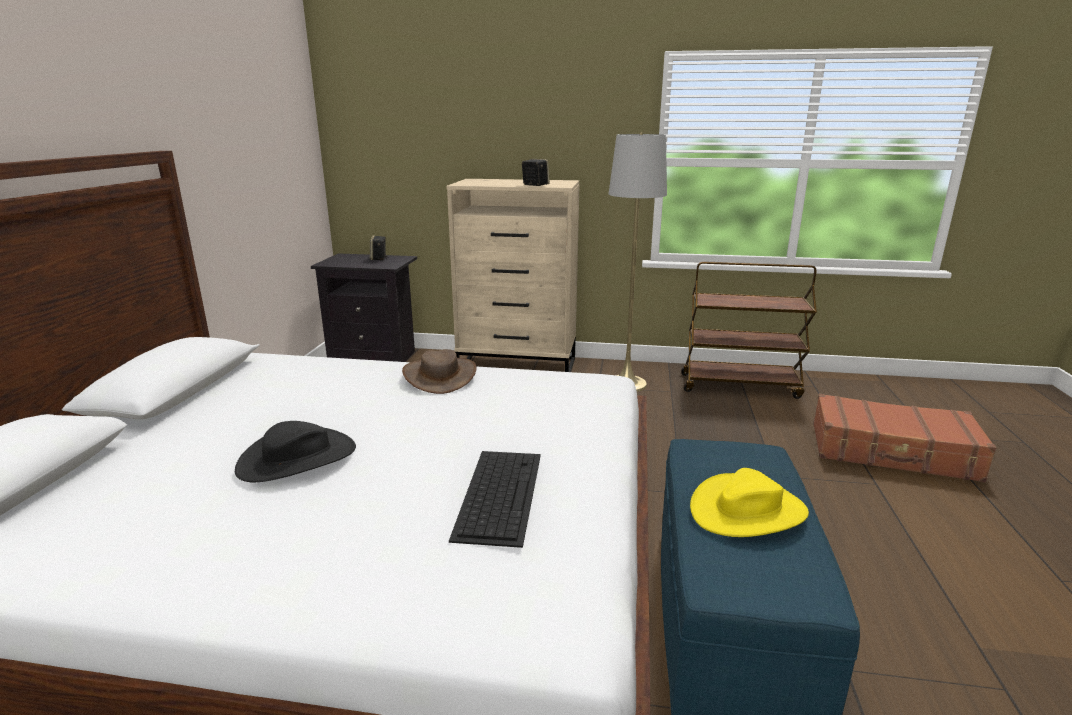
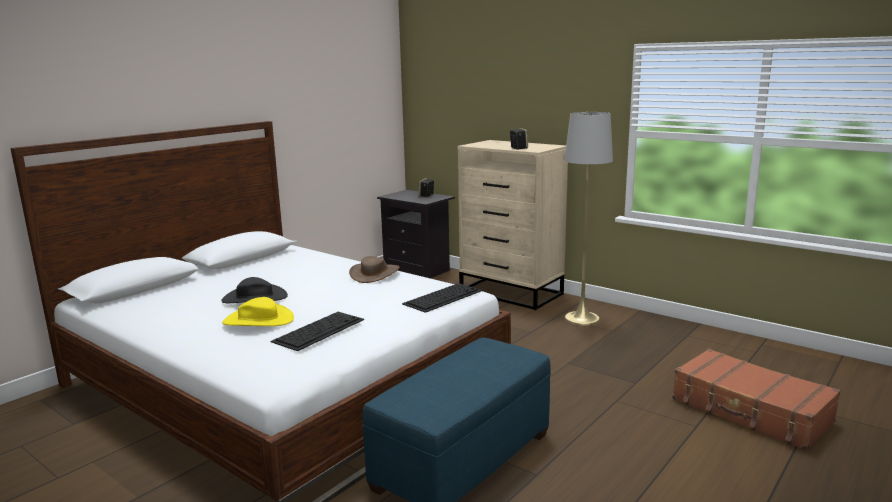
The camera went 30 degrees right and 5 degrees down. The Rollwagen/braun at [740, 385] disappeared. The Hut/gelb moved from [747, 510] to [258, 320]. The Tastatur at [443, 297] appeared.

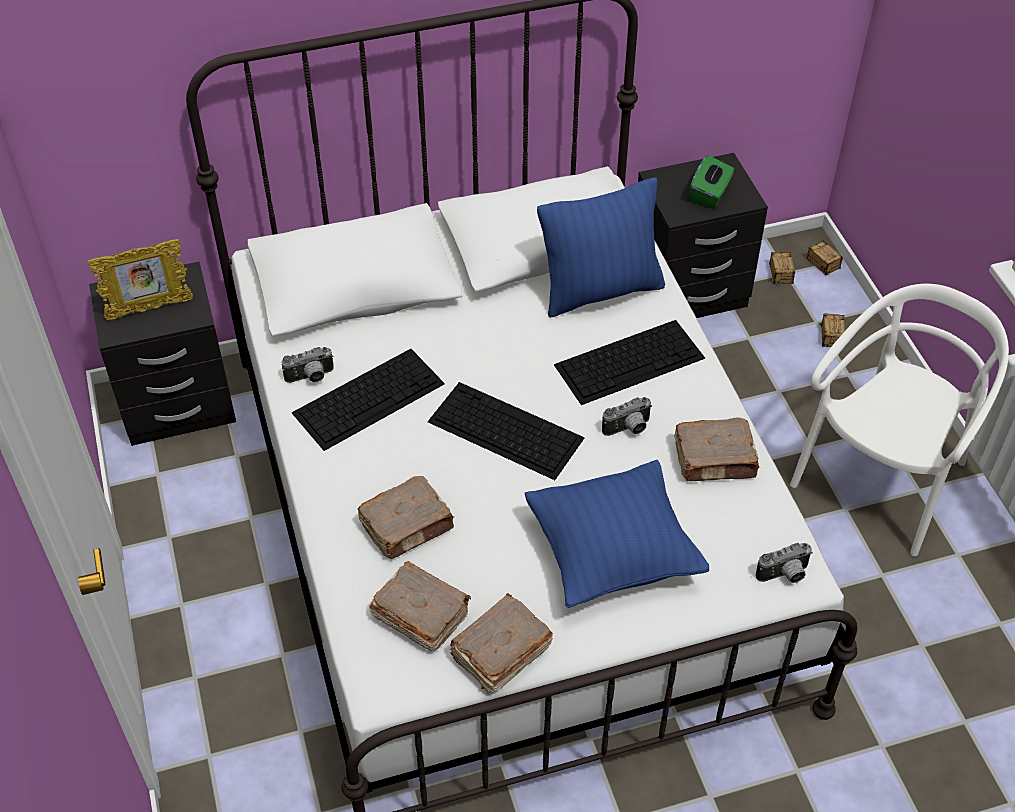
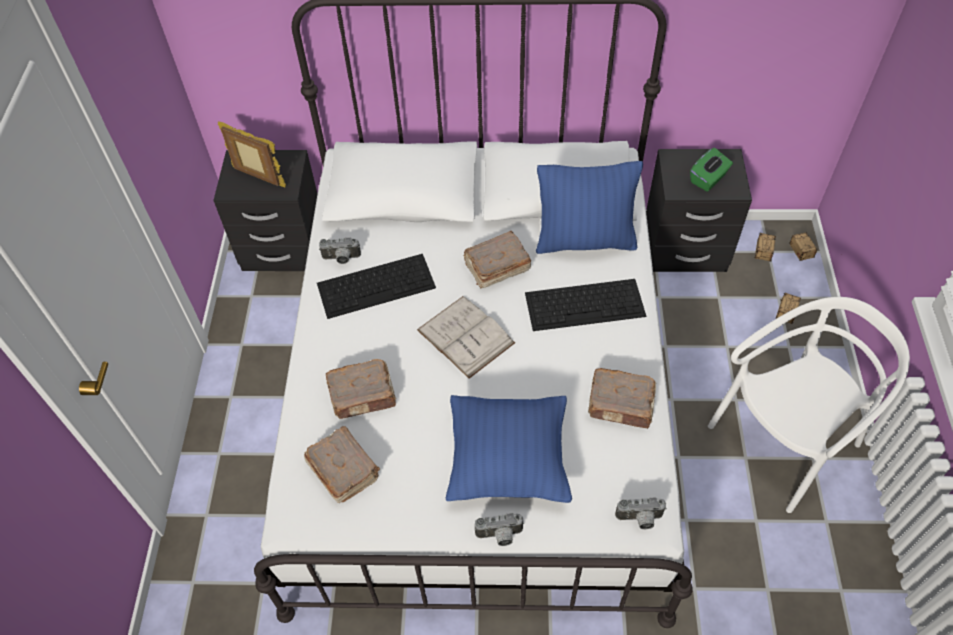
The camera went 20 degrees right and 5 degrees up. The Bilderrahmen at [149, 309] turned 150 degrees counterclockwise. The Tastatur at [504, 430] was replaced by the Buch/weiß at [465, 336]. The Buch/braun moved from [499, 653] to [496, 267]. The Kamera moved from [628, 429] to [500, 536].

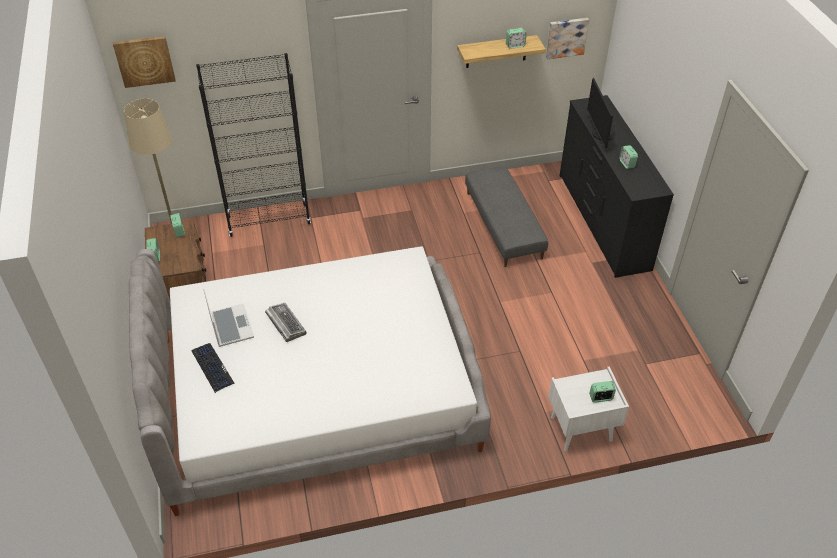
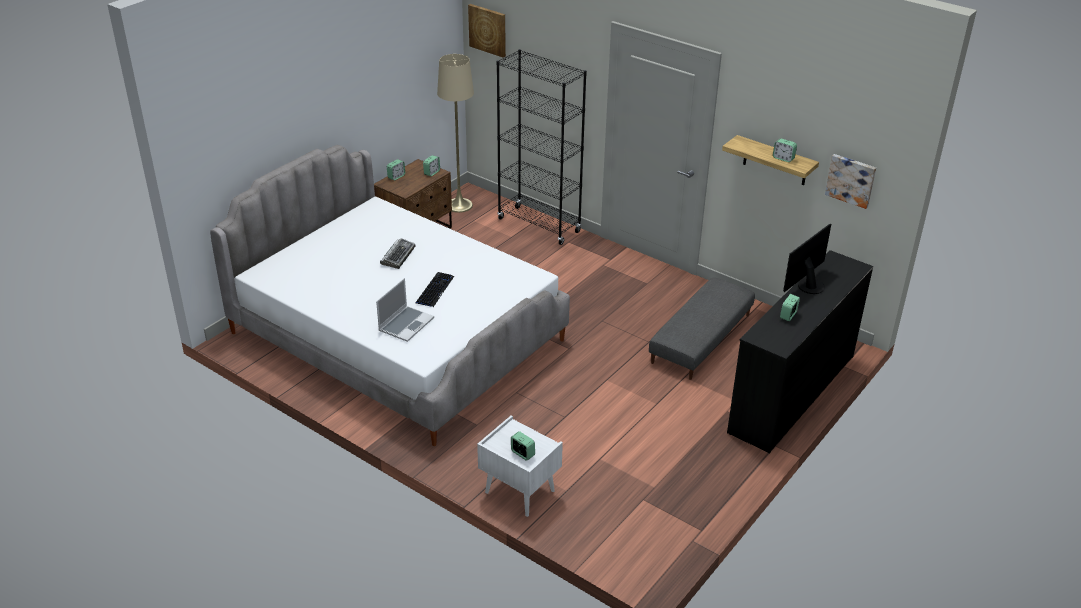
The camera went 50 degrees right and 10 degrees down. The Tastatur moved from [212, 368] to [435, 290]. The Laptop moved from [230, 326] to [406, 324].

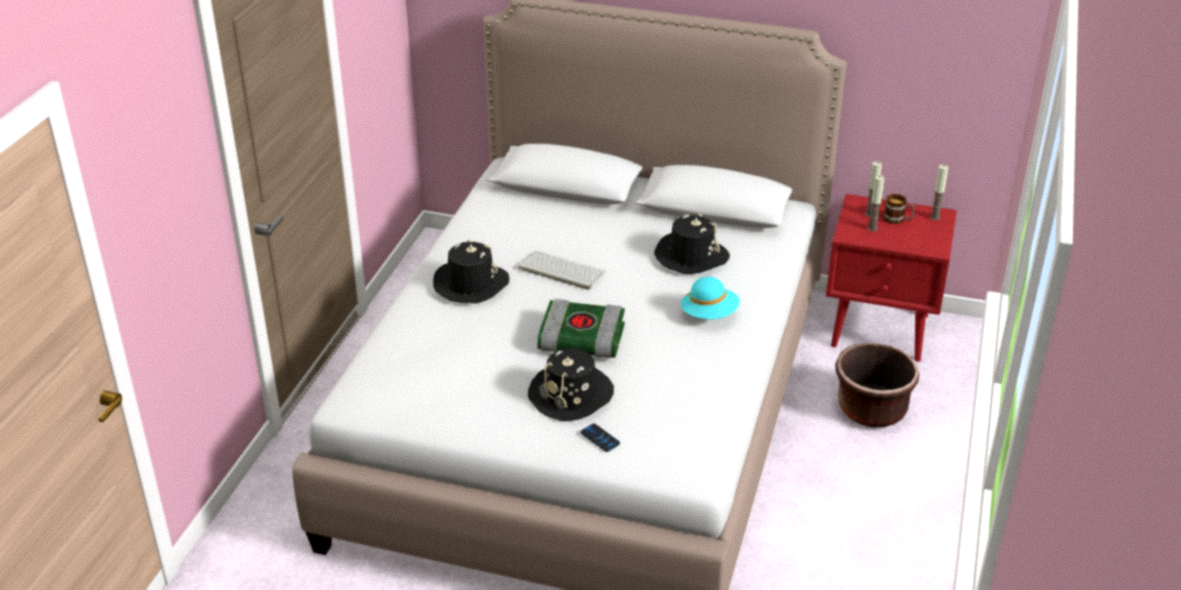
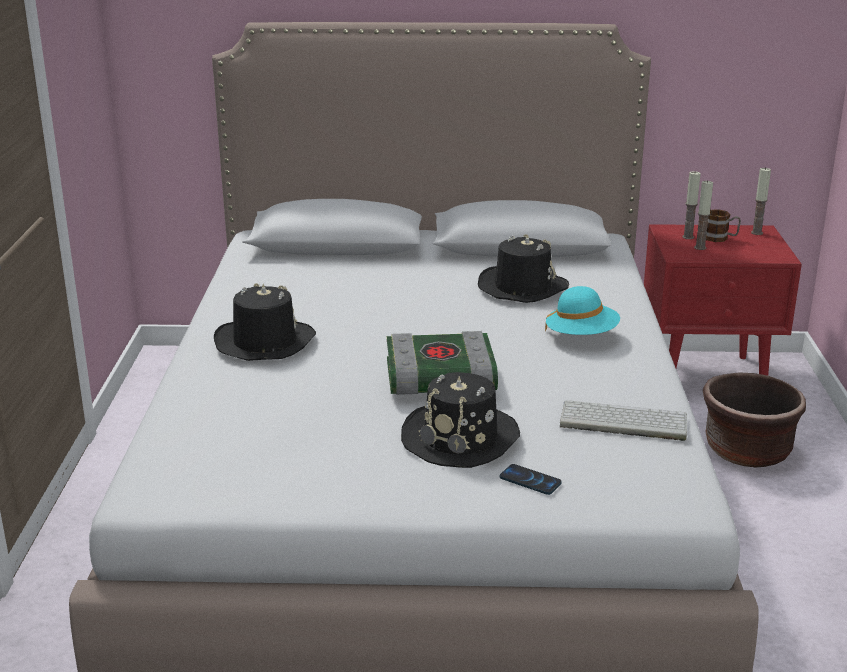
The camera went 15 degrees left and 10 degrees down. The Tastatur moved from [560, 270] to [621, 421].

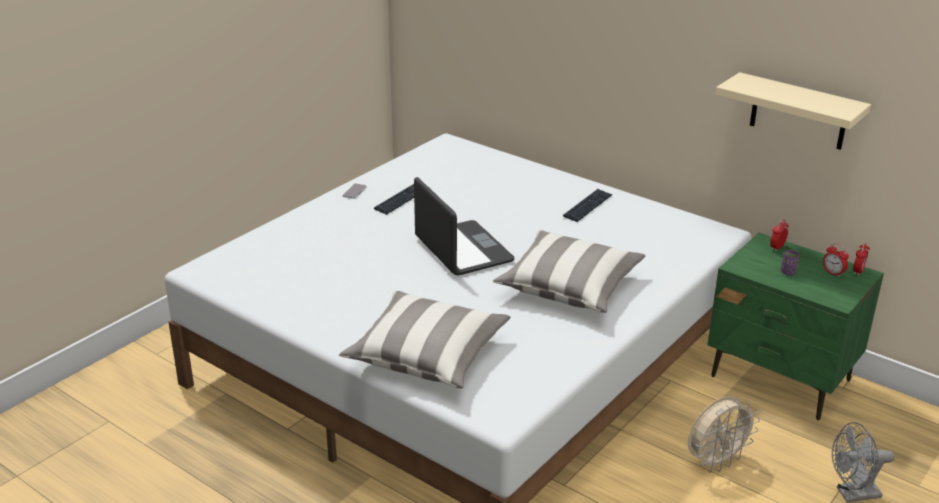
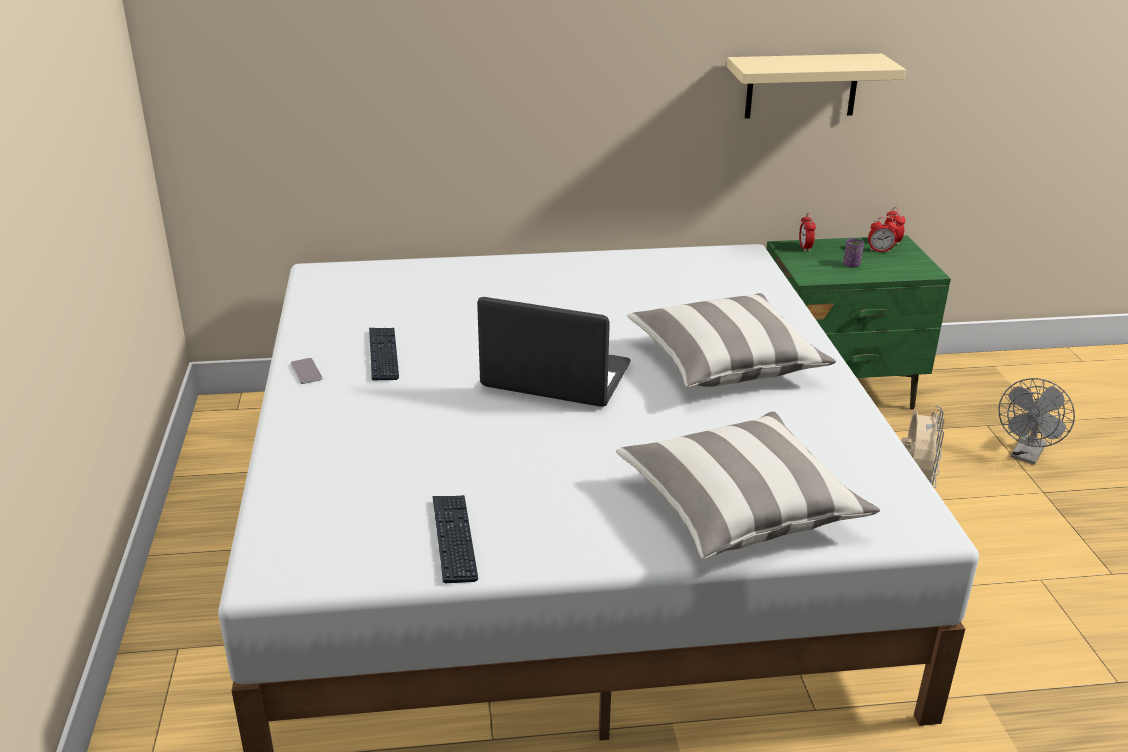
The camera went 45 degrees left and 0 degrees up. The Tastatur moved from [588, 206] to [454, 539].

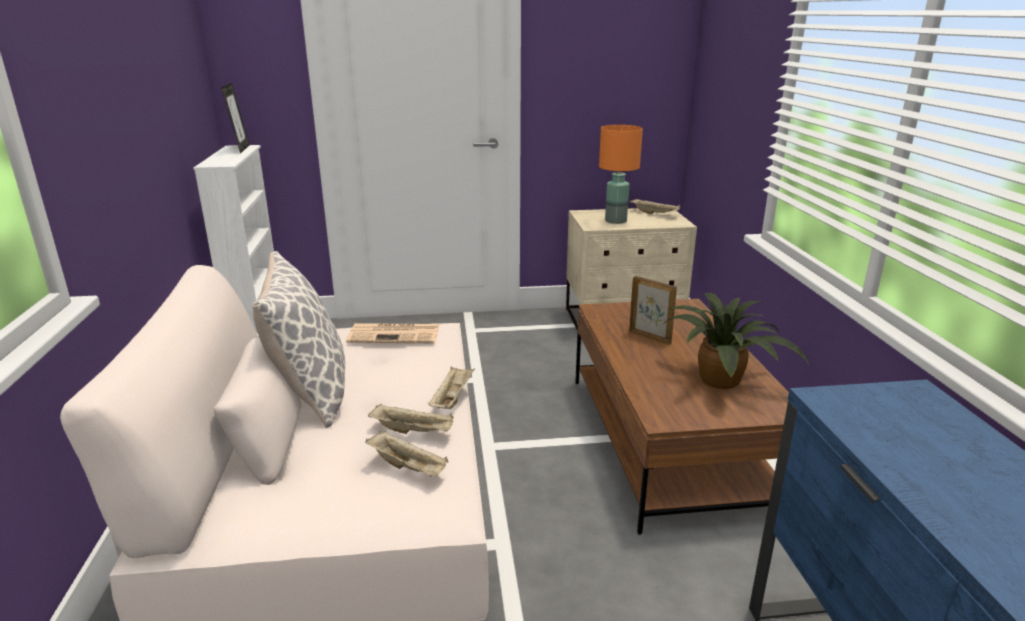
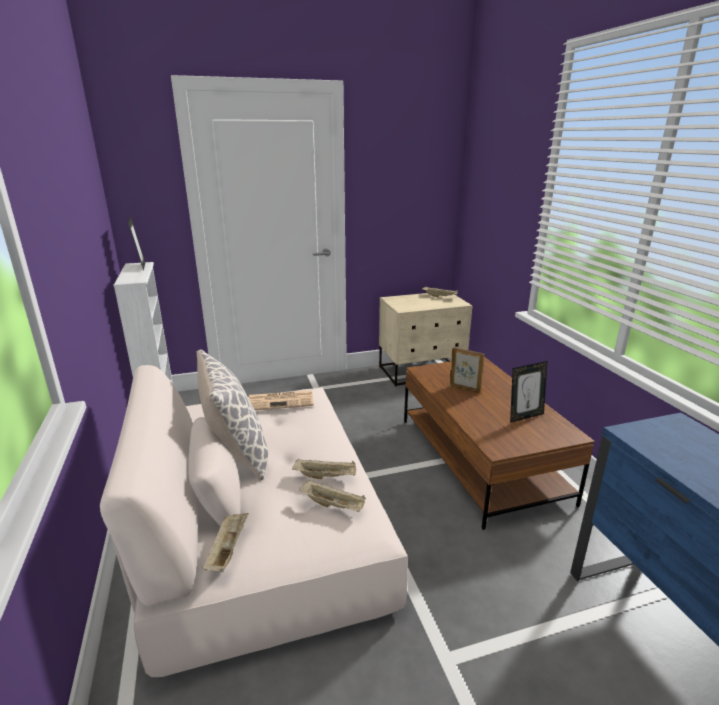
The camera went 10 degrees left and 0 degrees up. The Tablett/beige moved from [452, 398] to [227, 549]. The Tischlampe/orange at [616, 221] disappeared. The Topfpflanze at [723, 380] was replaced by the Bilderrahmen at [524, 416].

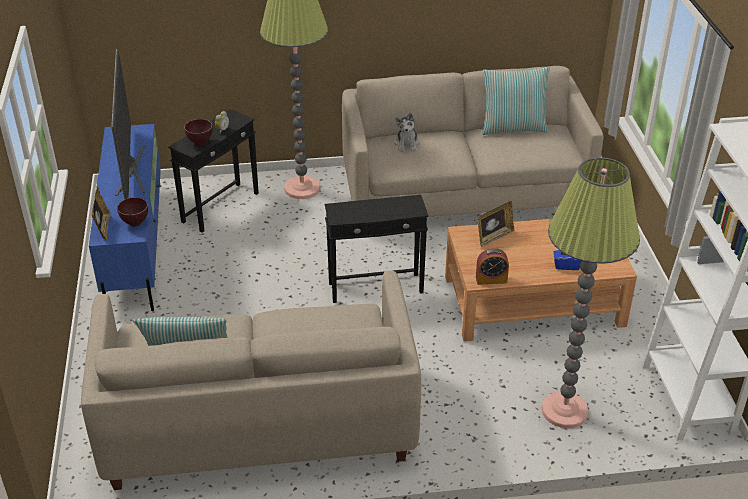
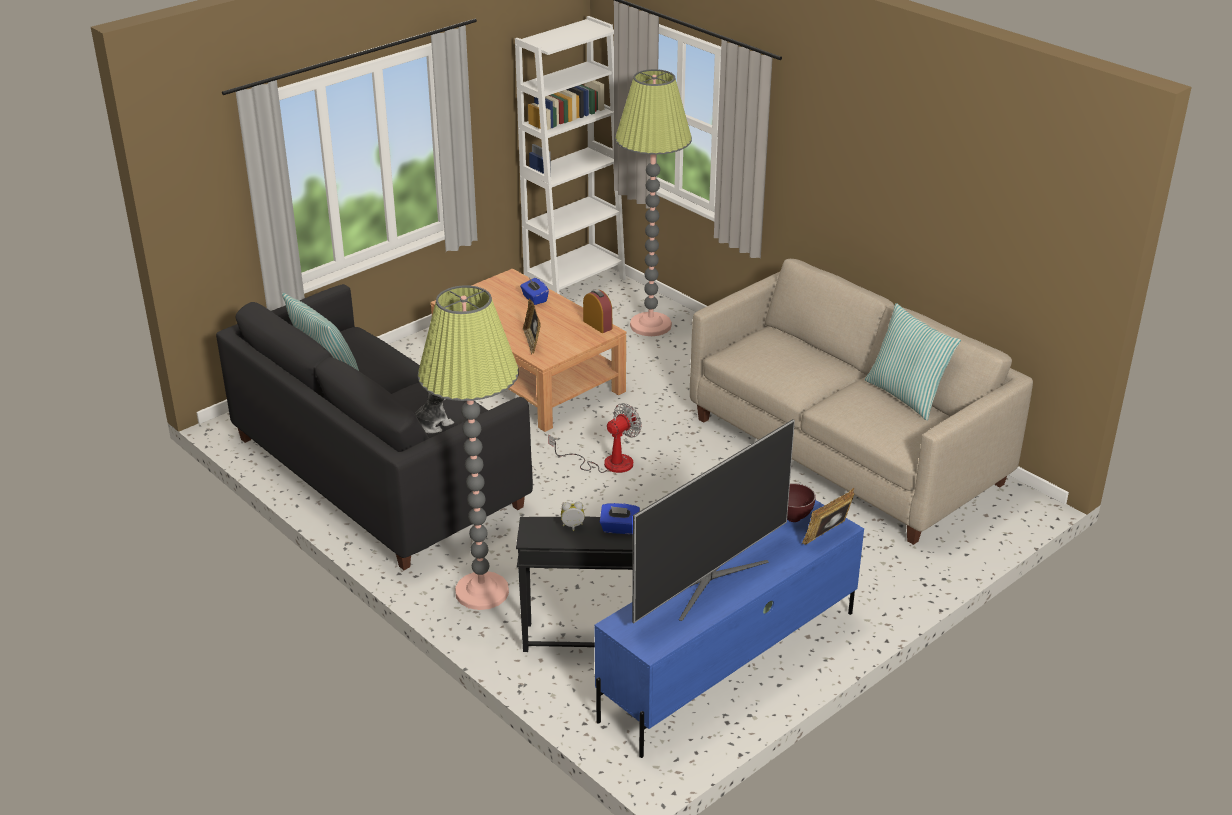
The camera went 125 degrees left and 5 degrees down. The Schüssel/braun at [200, 143] was replaced by the Taschentuchbox/blau at [619, 528]. The Beistelltisch/schwarz at [376, 288] was replaced by the Ventilator at [607, 463]. The Sofa/beige at [464, 192] became the Sofa/schwarz at [377, 472]. The Bilderrahmen at [494, 237] turned 120 degrees counterclockwise.

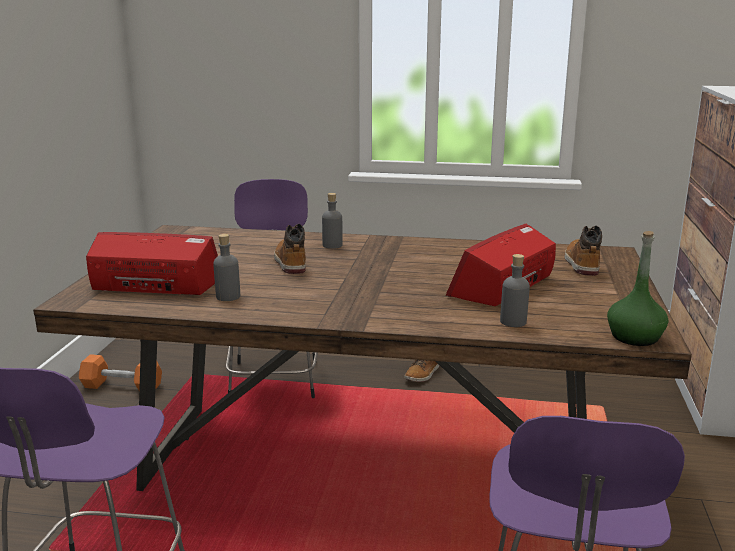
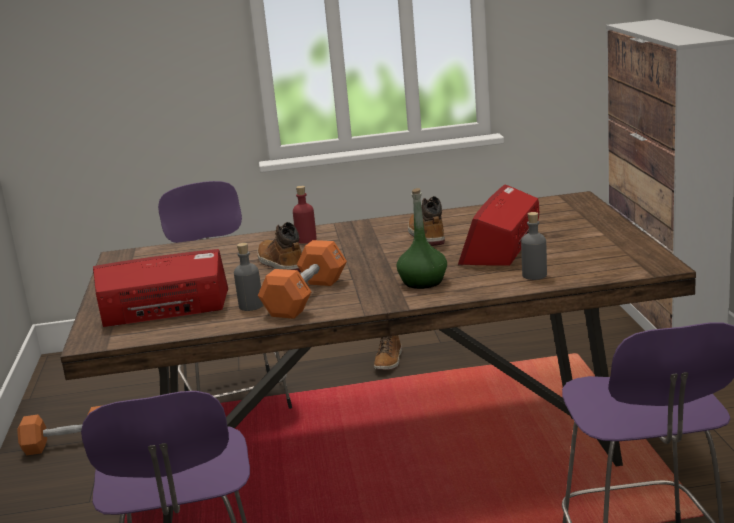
The camera went 15 degrees left and 0 degrees up. The Flasche/grau at [332, 245] became the Flasche/rot at [306, 240]. The Stiefel moved from [581, 264] to [426, 235]. The Flasche/grün moved from [634, 337] to [423, 282]. The Hantel/orange at [306, 297] appeared.

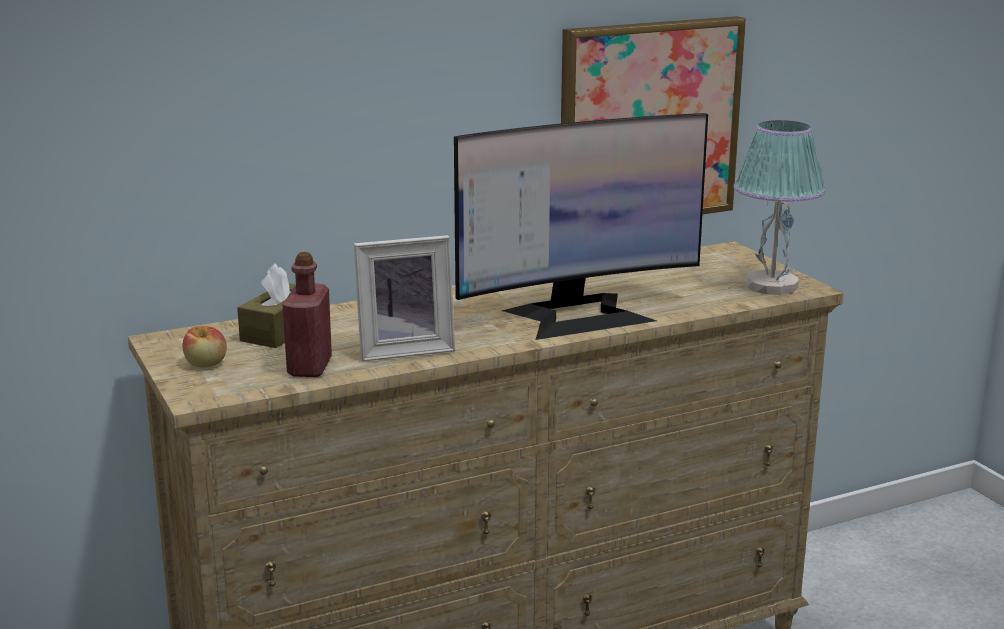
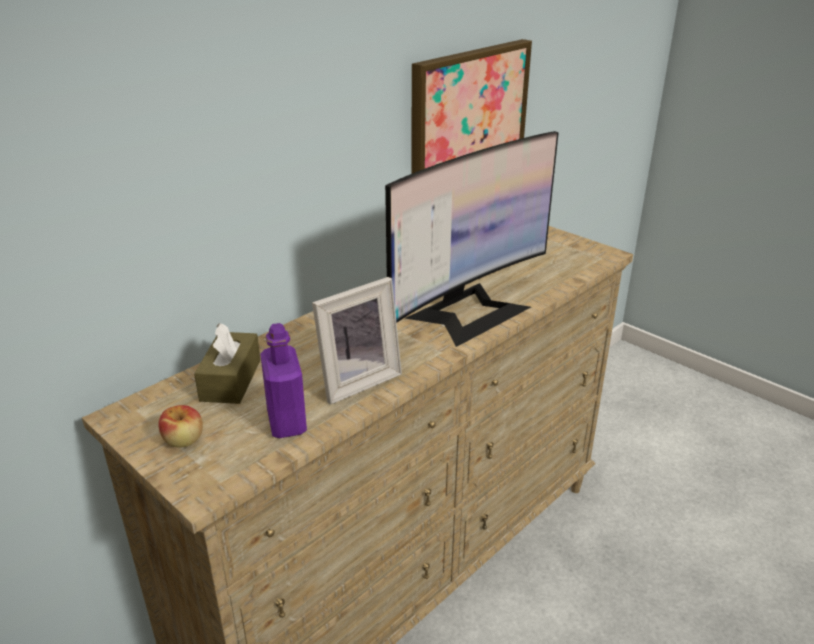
The camera went 20 degrees left and 10 degrees up. The Flasche/rot at [309, 367] became the Flasche/lila at [286, 422]. The Tischlampe at [770, 286] disappeared.

